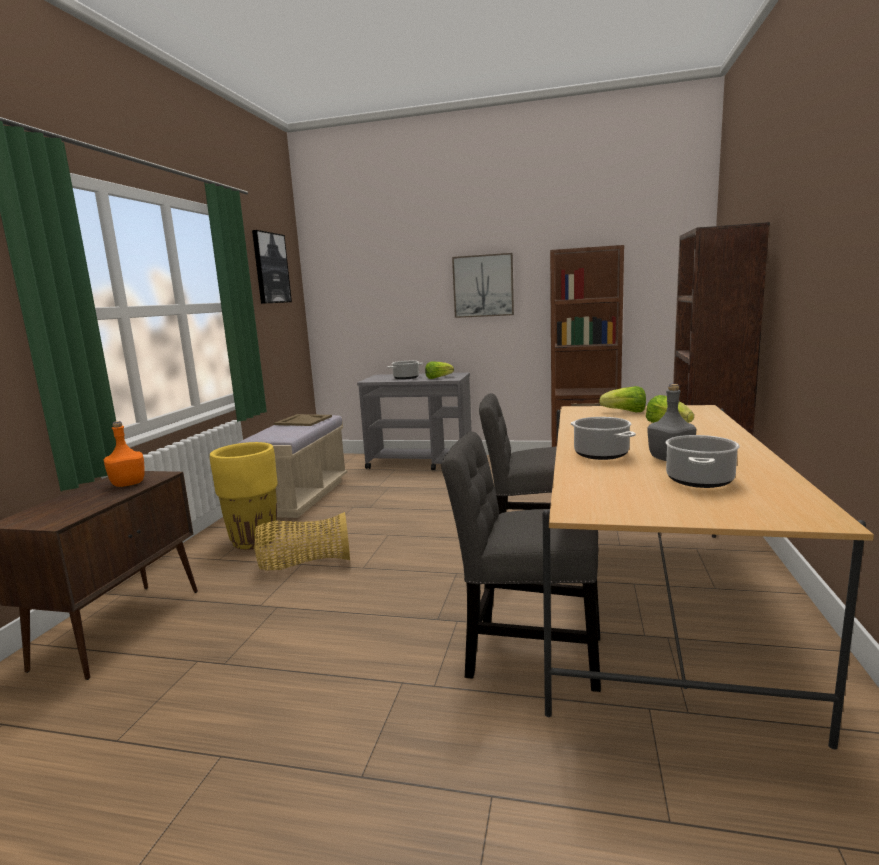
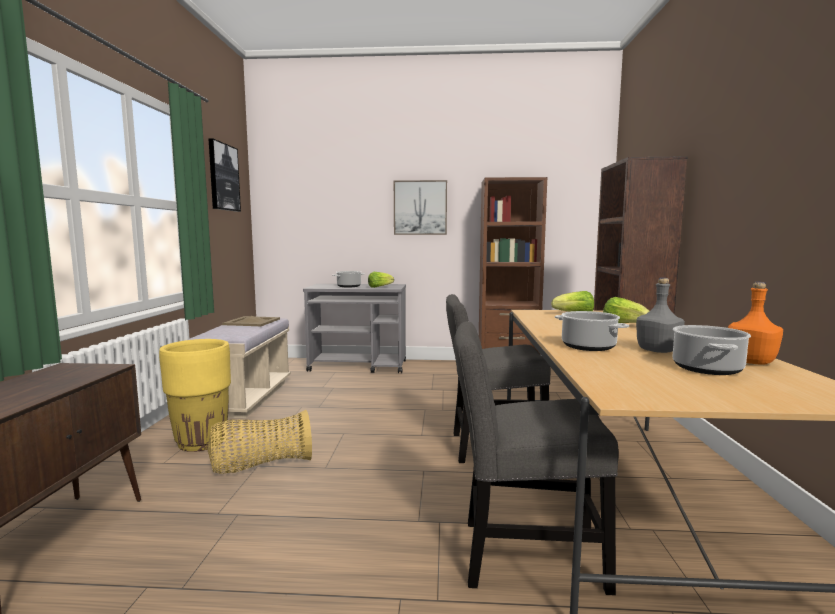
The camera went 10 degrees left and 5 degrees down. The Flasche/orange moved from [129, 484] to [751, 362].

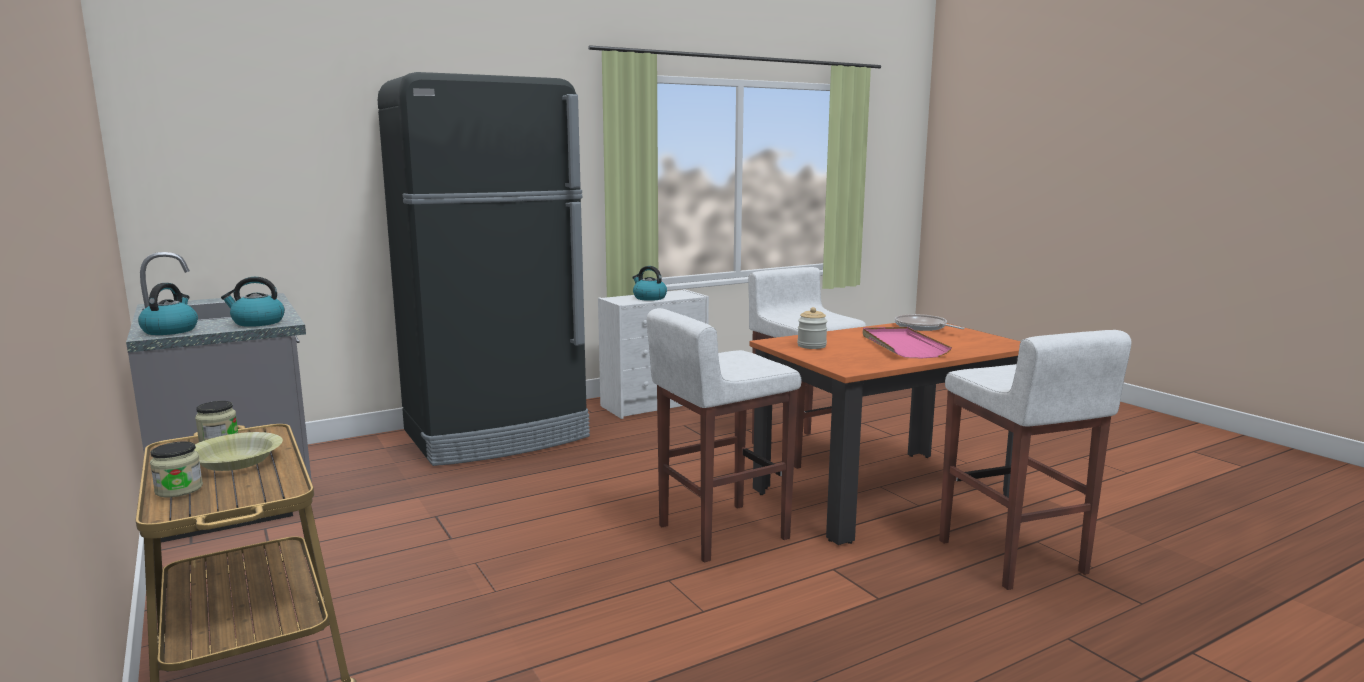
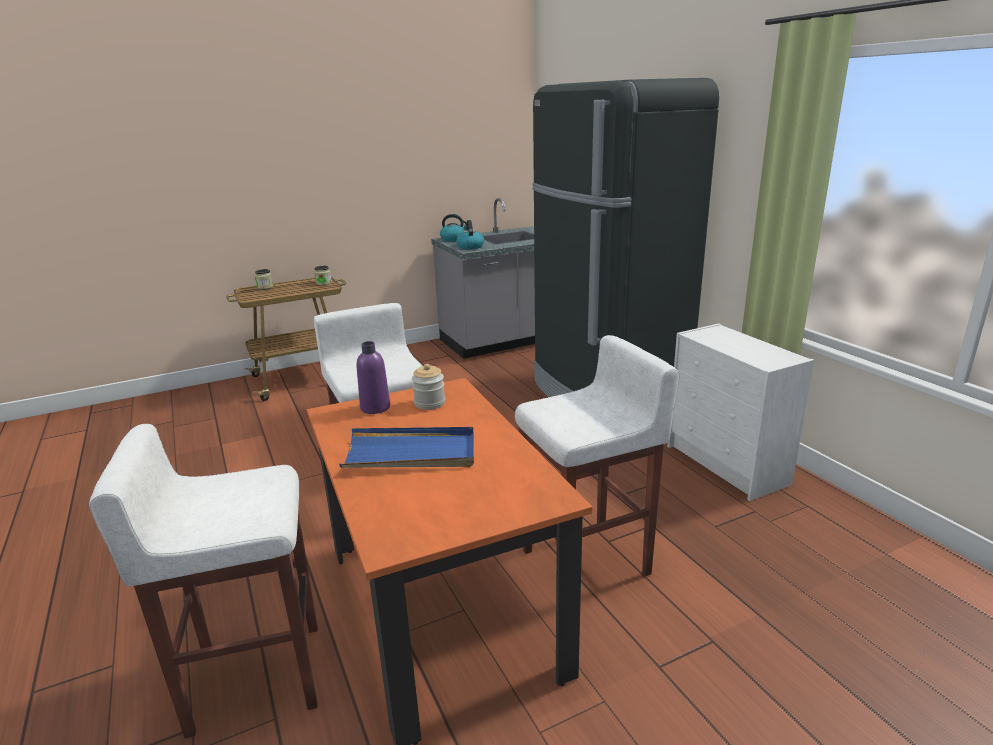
The camera went 95 degrees right and 10 degrees up. The Schüssel/gelb at [236, 462] disappeared. The Wasserkessel at [649, 298] disappeared. The Tablett/rosa at [902, 346] became the Tablett/blau at [411, 453]. The Pfanne at [922, 327] disappeared. The Flasche/lila at [375, 408] appeared.

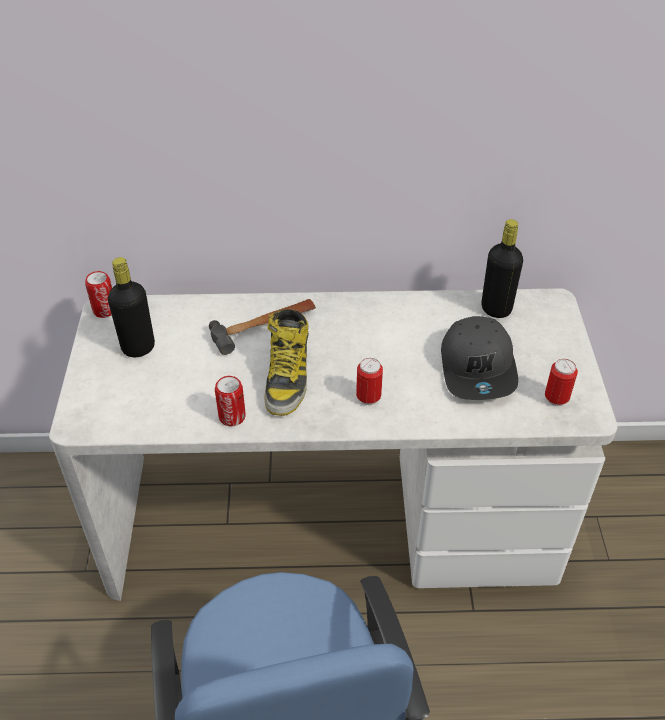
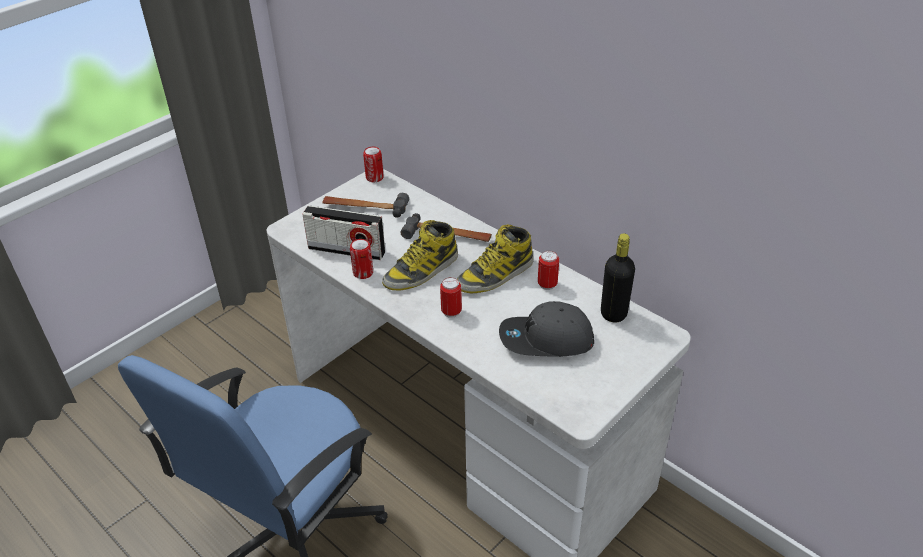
The camera went 45 degrees right and 5 degrees down. The Flasche/schwarz at [138, 347] was replaced by the Hammer at [365, 207]. The Kappe/grau at [478, 368] turned 45 degrees clockwise. The Dose moved from [556, 398] to [547, 284]. The Radio at [346, 250] appeared. The Stiefel at [495, 275] appeared.

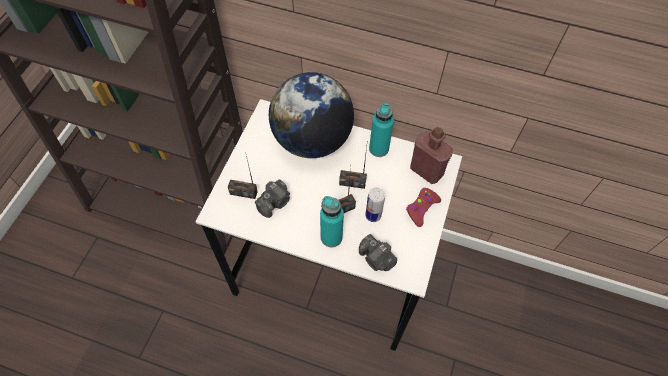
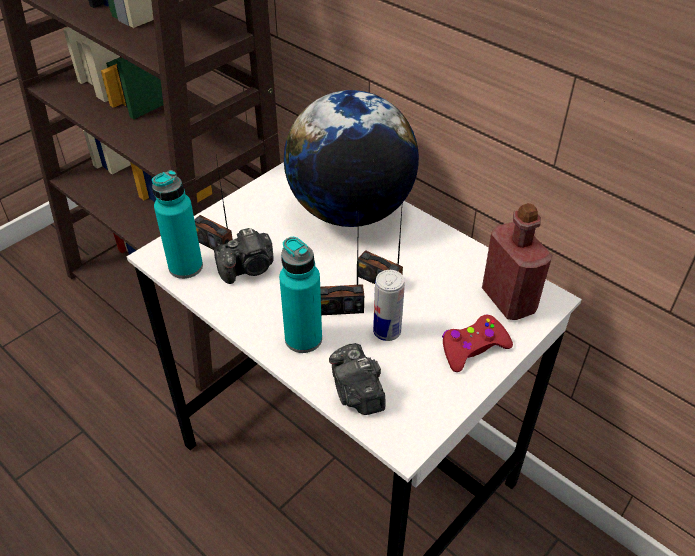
The camera went 25 degrees right and 15 degrees down. The Flasche/türkis moved from [379, 149] to [186, 267].

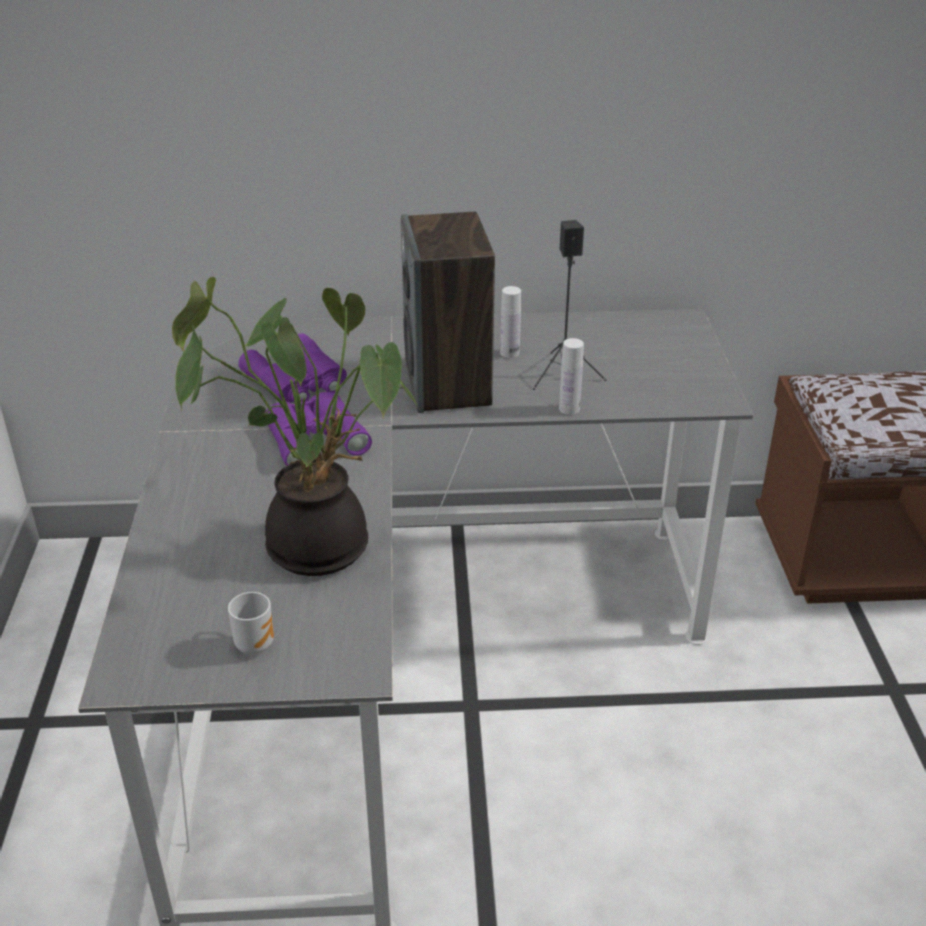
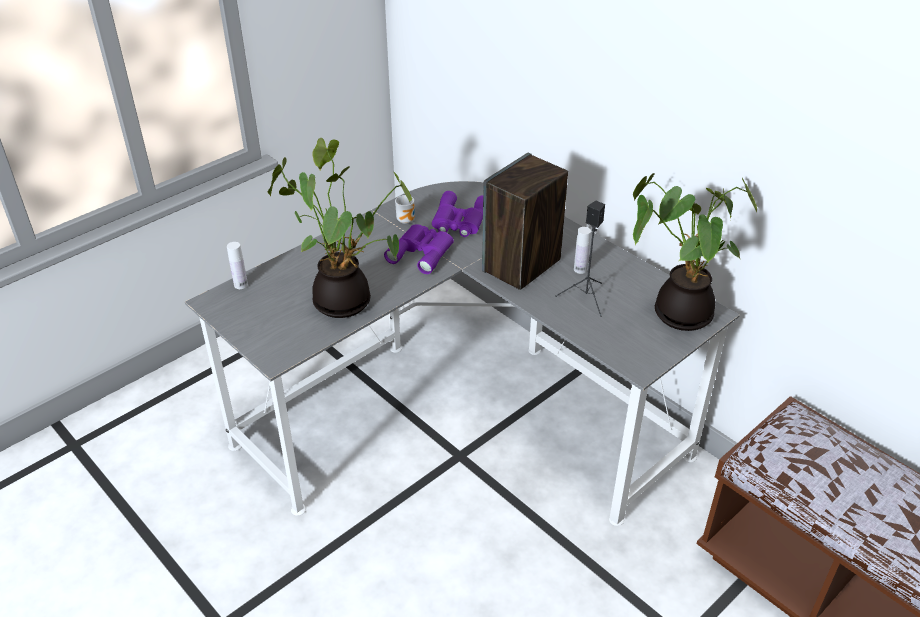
The camera went 50 degrees right and 5 degrees up. The Henkelbecher moved from [255, 643] to [407, 220]. The Flasche/weiß moved from [569, 409] to [241, 285]. The Topfpflanze at [677, 312] appeared.

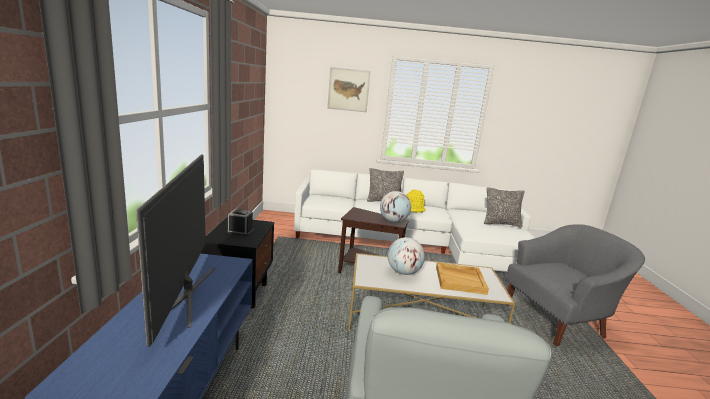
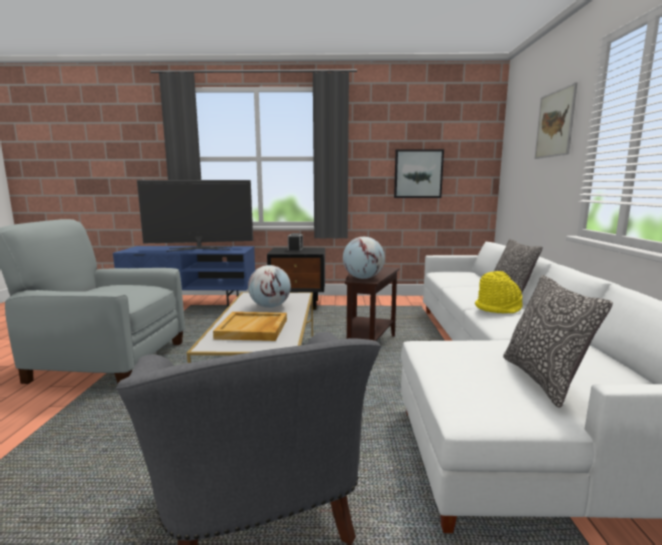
The camera went 90 degrees right and 5 degrees down. The Bild at [418, 174] appeared.

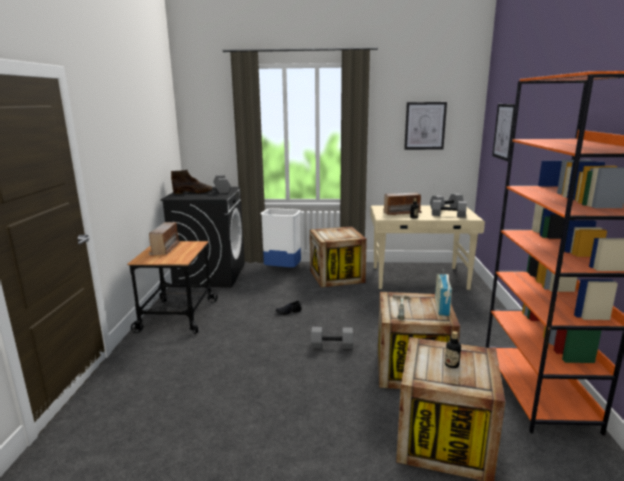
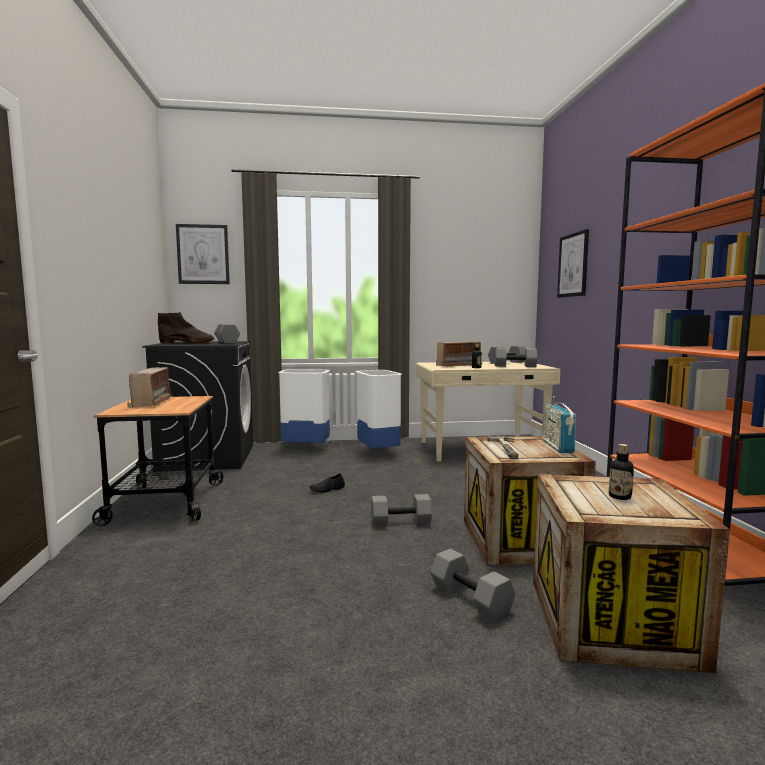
The camera went 10 degrees left and 10 degrees down. The Kiste at [336, 276] was replaced by the Mülleimer/weiß at [378, 452]. The Bild moved from [425, 126] to [203, 254]. The Hantel/grau at [472, 599] appeared.

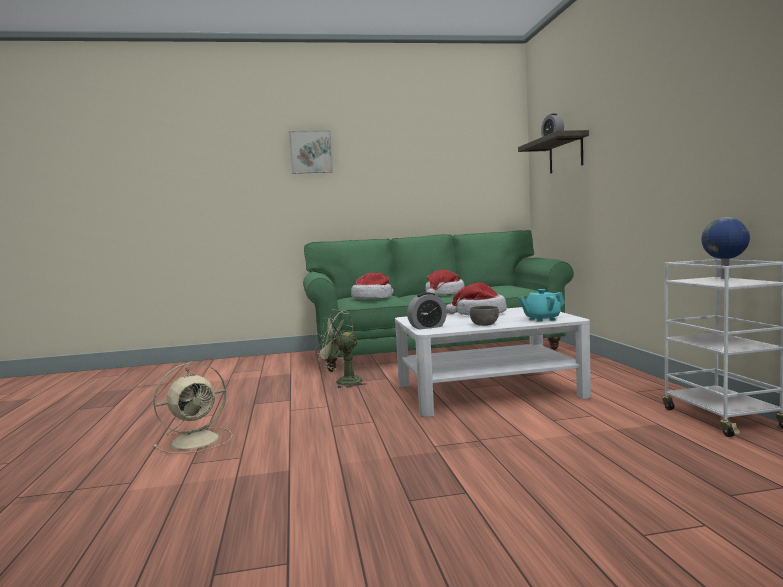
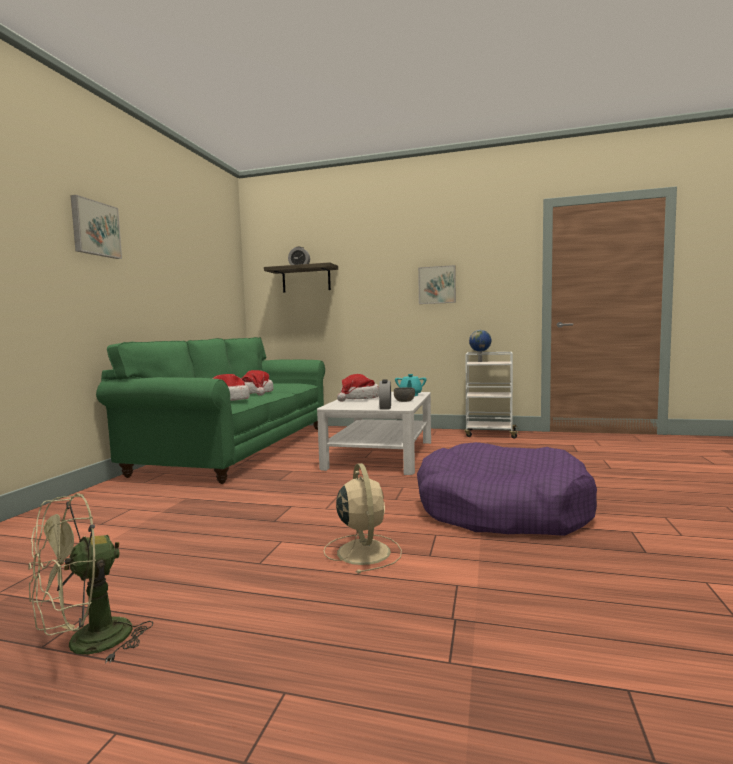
The camera went 65 degrees left and 0 degrees up. The Ventilator/grün moved from [342, 382] to [86, 645]. The Hundebett/lila at [501, 510] appeared. The Bild at [437, 285] appeared.

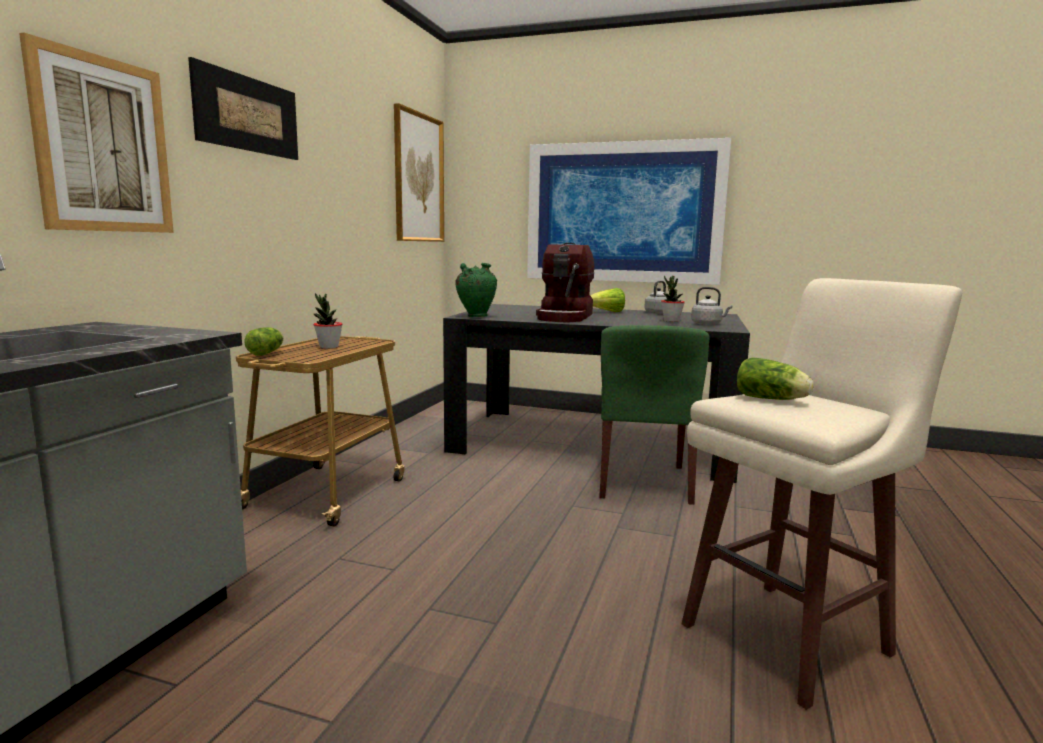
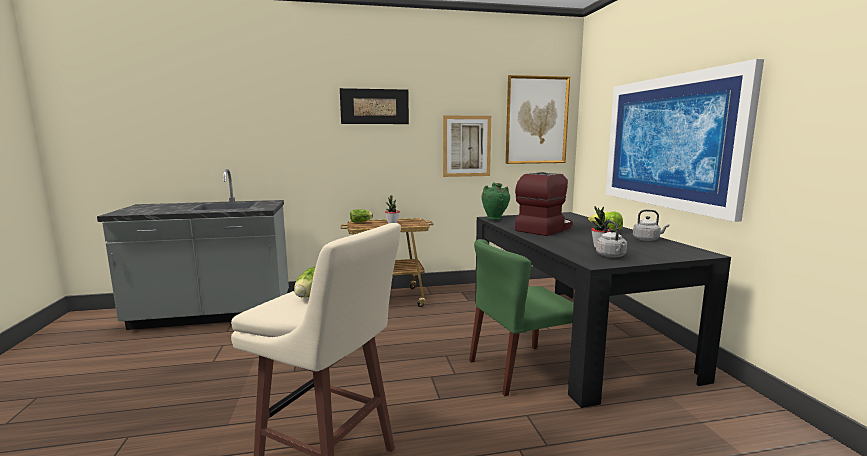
The camera went 60 degrees right and 0 degrees up. The Bild moved from [104, 145] to [466, 146]. The Kaffeemaschine at [565, 317] turned 150 degrees clockwise.

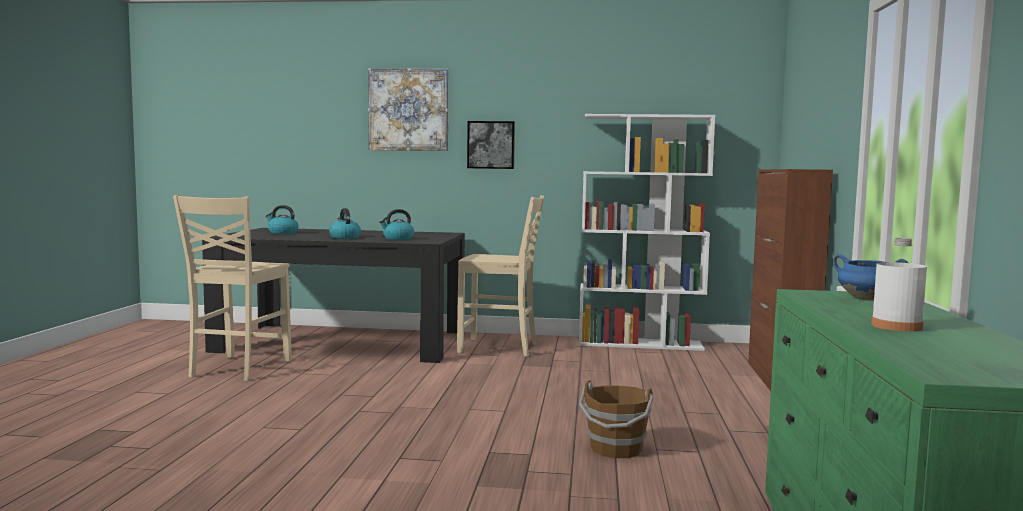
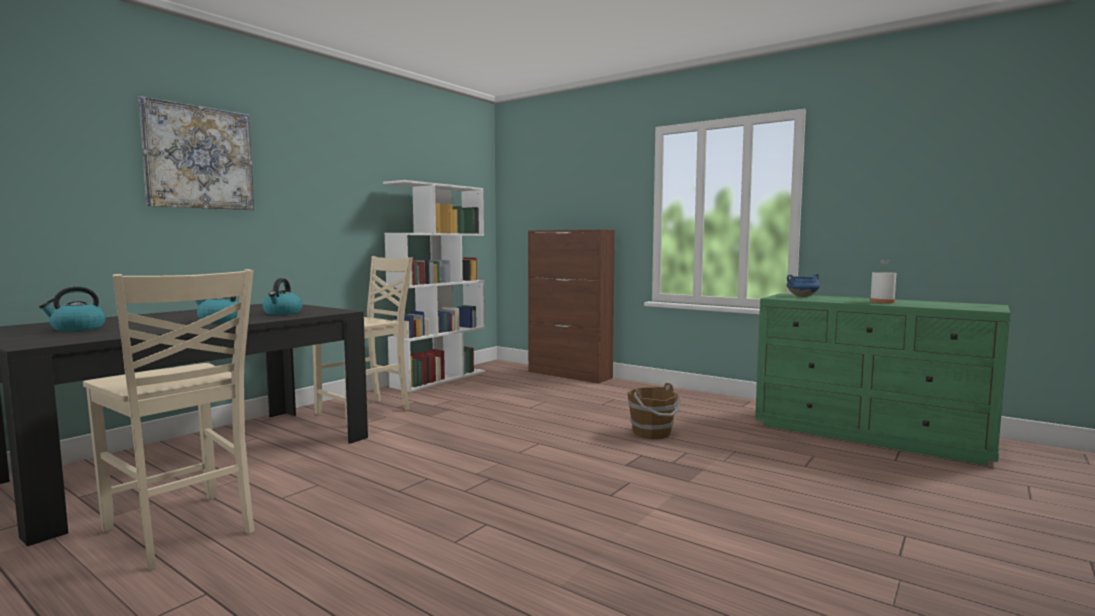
The camera went 60 degrees left and 0 degrees up. The Bild at [491, 145] disappeared.

